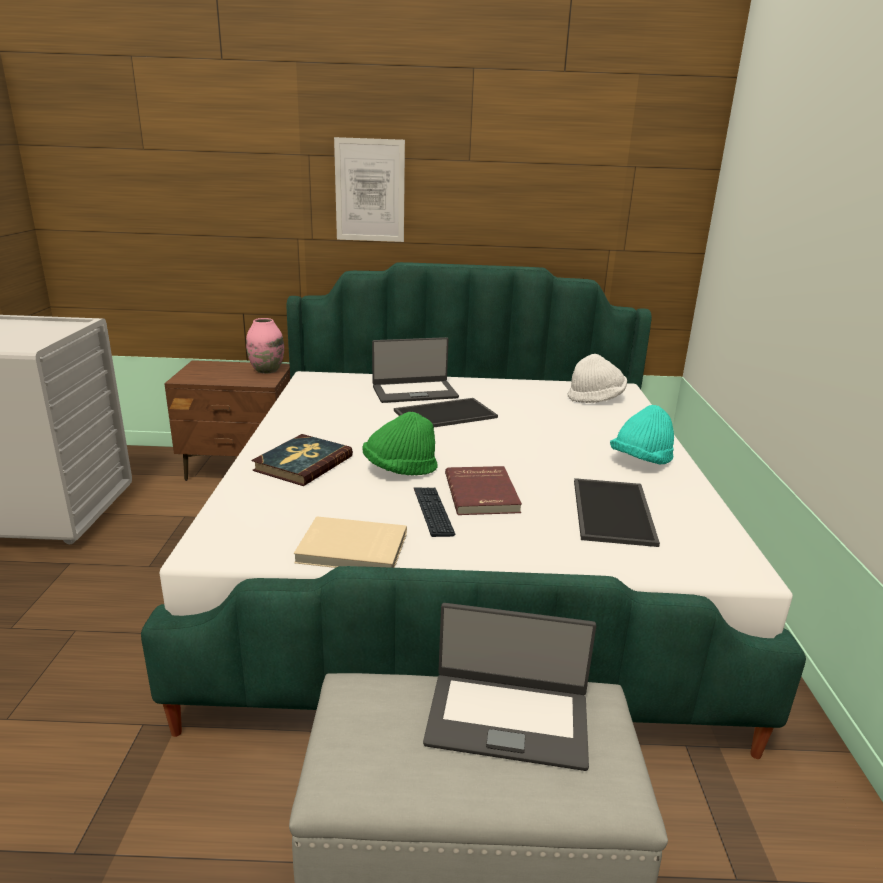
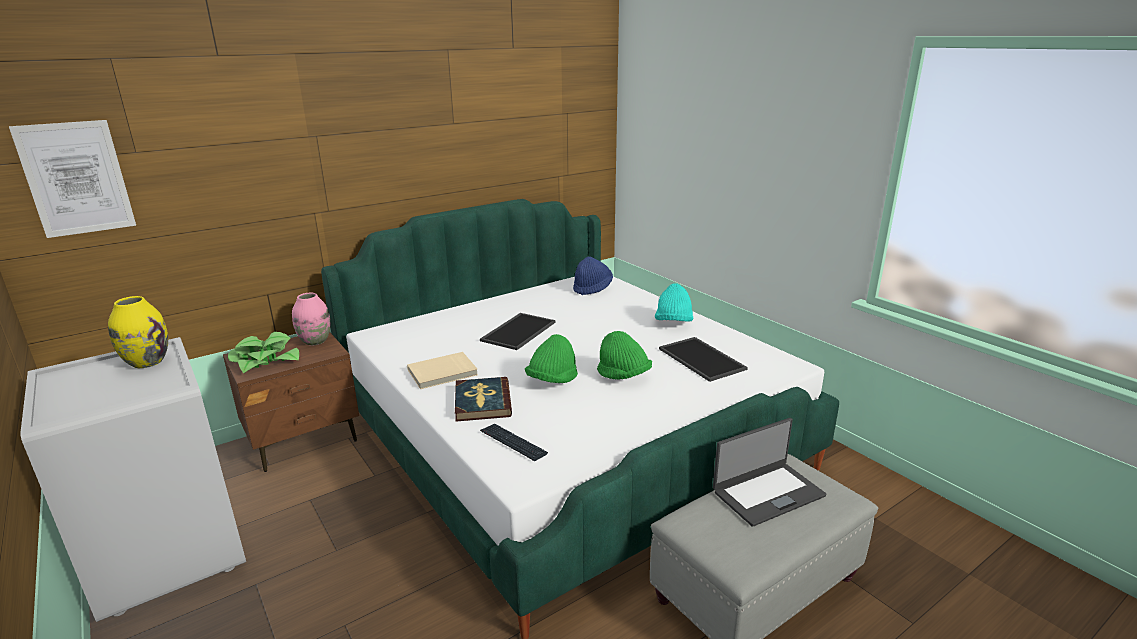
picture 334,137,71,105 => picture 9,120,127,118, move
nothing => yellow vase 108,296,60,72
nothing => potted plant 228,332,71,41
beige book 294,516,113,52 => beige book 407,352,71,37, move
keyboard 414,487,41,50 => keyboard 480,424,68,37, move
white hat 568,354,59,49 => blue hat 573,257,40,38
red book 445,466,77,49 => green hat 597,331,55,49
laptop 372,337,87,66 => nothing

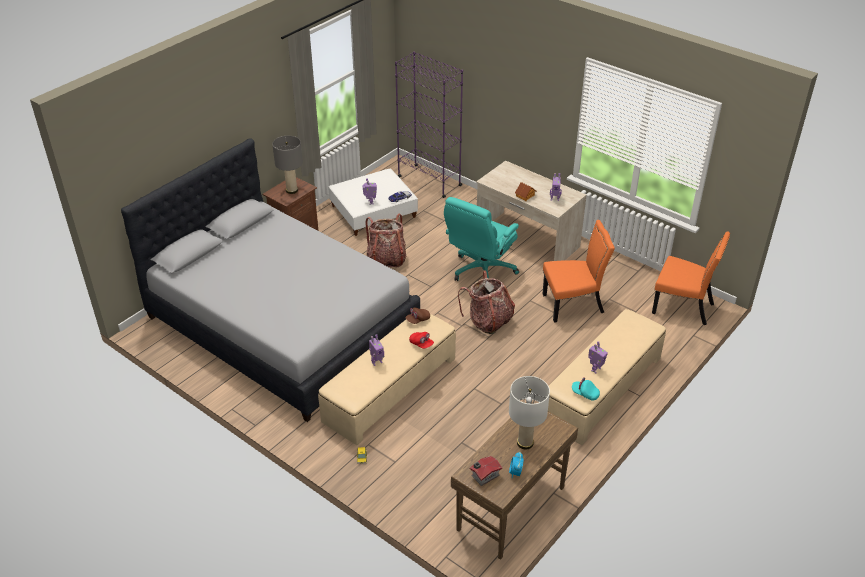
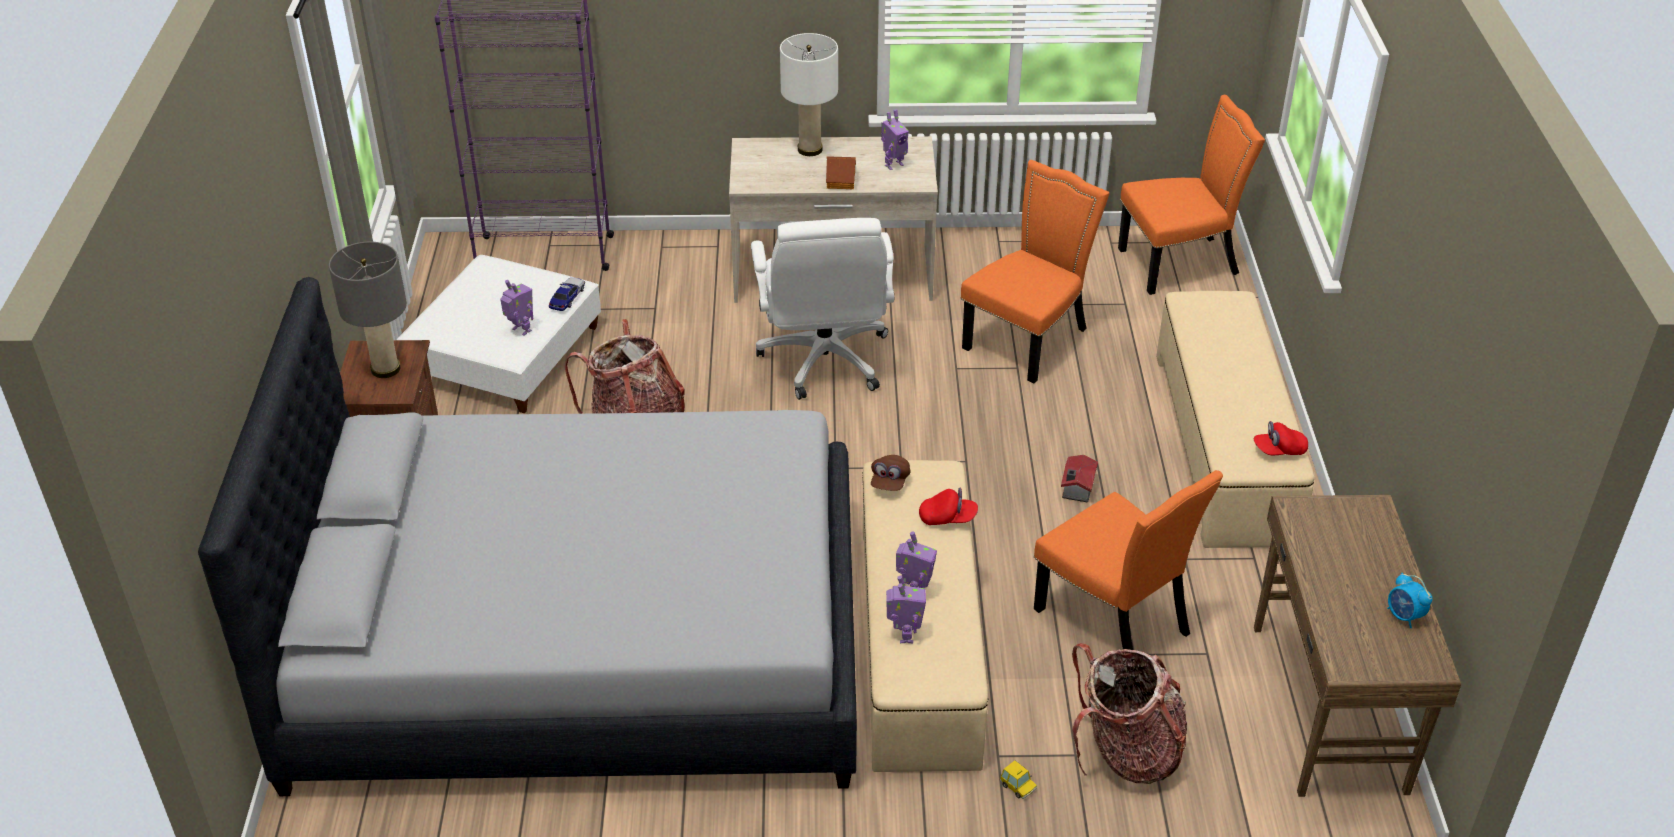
turquoise office chair 444,197,75,84 => white office chair 751,218,143,182
white table lamp 509,376,41,73 => white table lamp 780,33,58,123, move
toy robot 588,341,20,32 => toy robot 886,576,40,67, move
nothing => orange chair 1034,470,189,180
toy house 470,456,32,30 => toy house 1061,455,37,48, move
backpack 458,270,57,64 => backpack 1072,643,115,141, move
turquoise cap 572,377,28,24 => red cap 1254,421,54,34

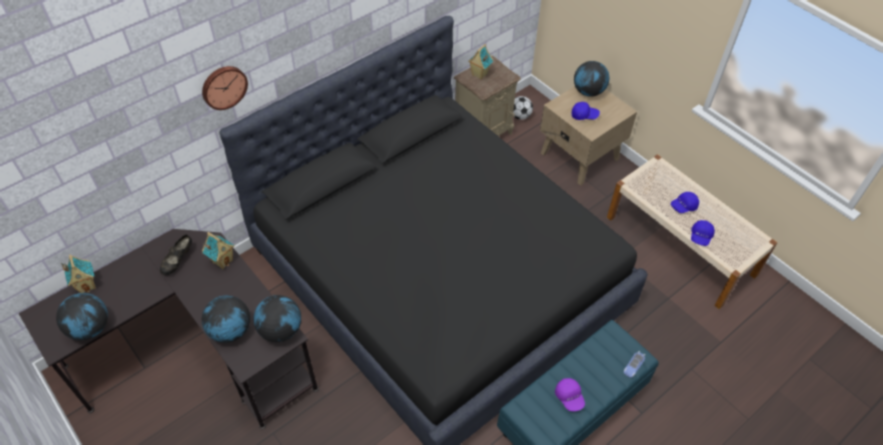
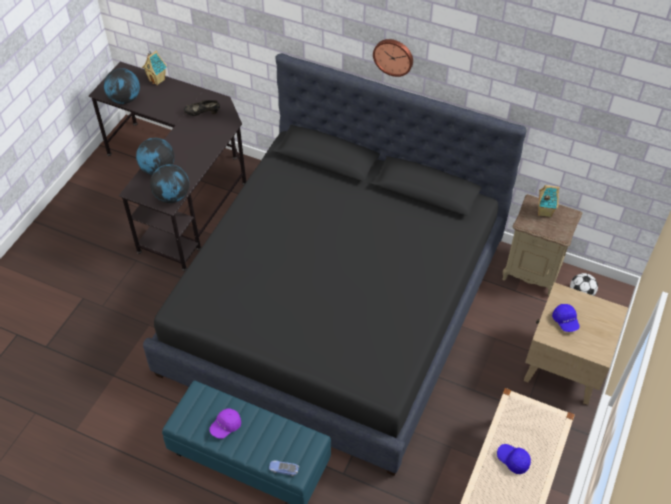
wall clock 202,66,46,44 => wall clock 373,39,40,38, move
toy house 202,232,32,37 => nothing
globe 574,61,36,36 => nothing
blue cap 691,220,24,26 => nothing

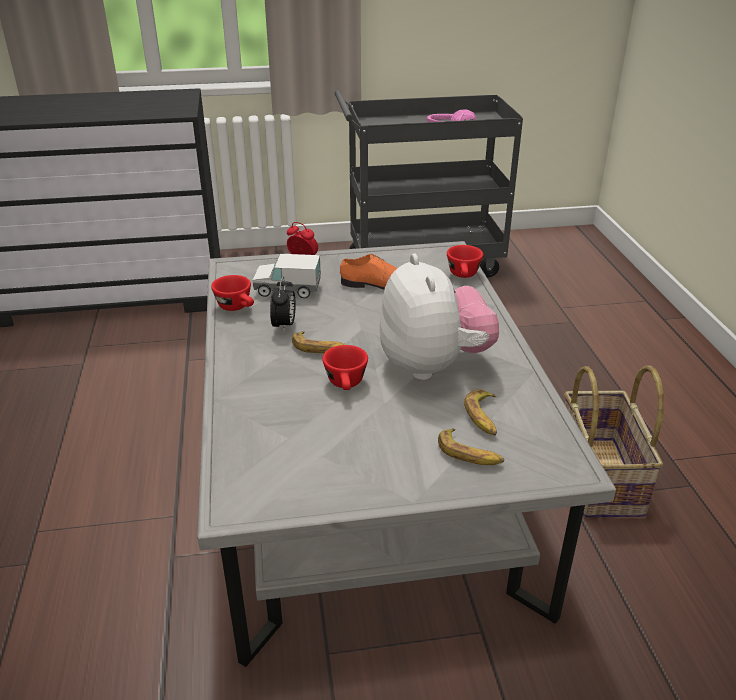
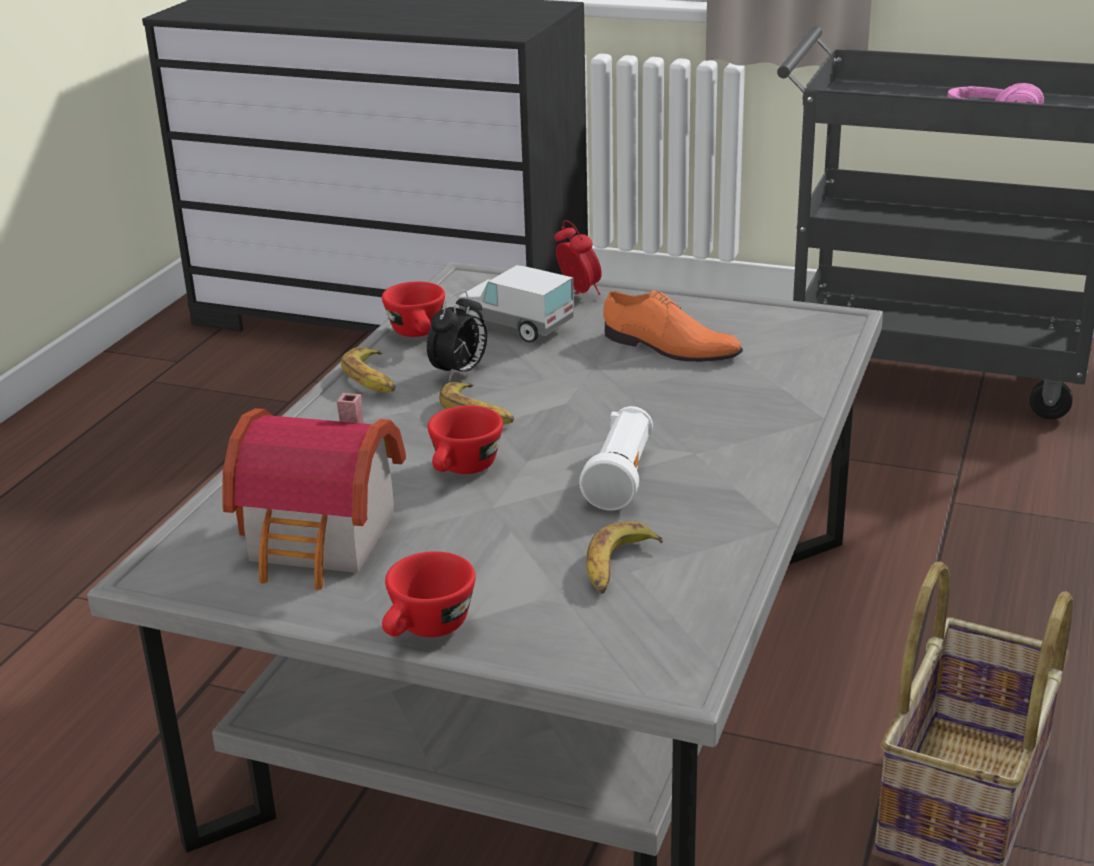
nothing => toy house 222,393,184,197
banana 438,428,66,37 => banana 341,347,54,45, move
red cup 447,245,36,33 => red cup 382,551,94,86, move
plush toy 379,253,120,127 => white flashlight 579,406,74,105

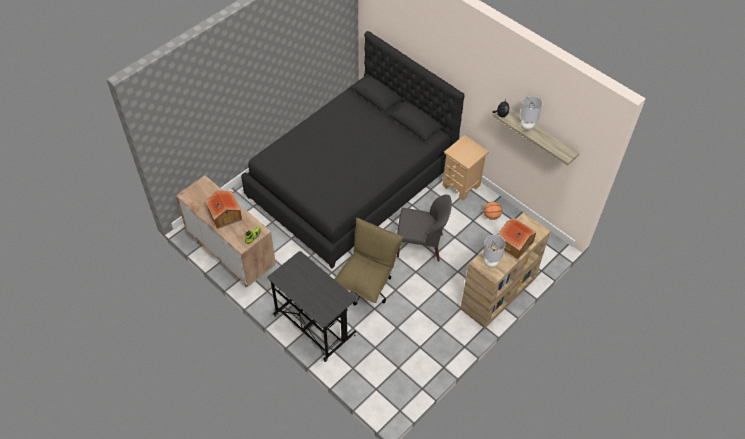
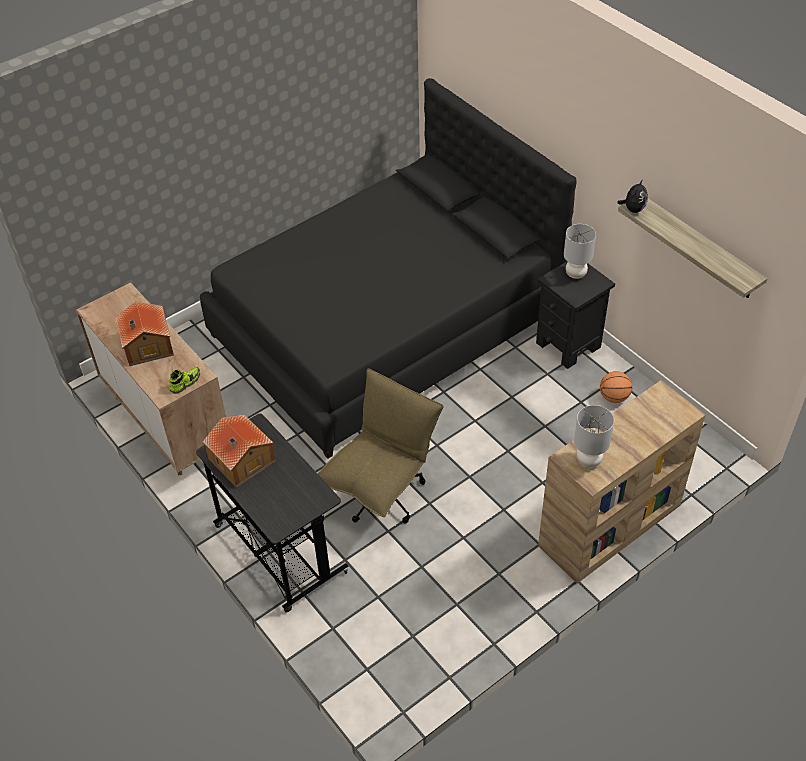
toy house 498,218,39,41 => toy house 202,415,74,73, move
beige nightstand 442,135,47,66 => black nightstand 536,261,79,108
grey table lamp 520,96,22,35 => grey table lamp 564,224,32,55, move
grey chair 397,194,55,67 => nothing

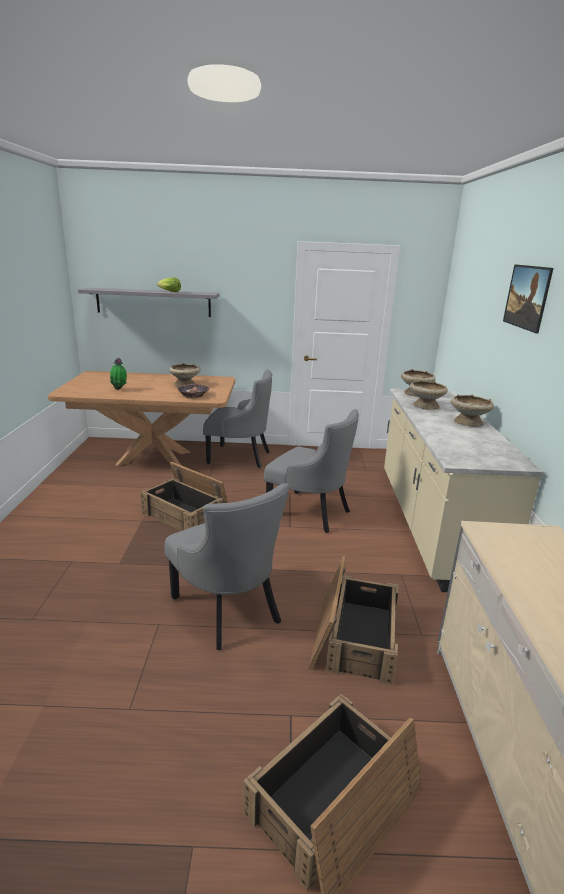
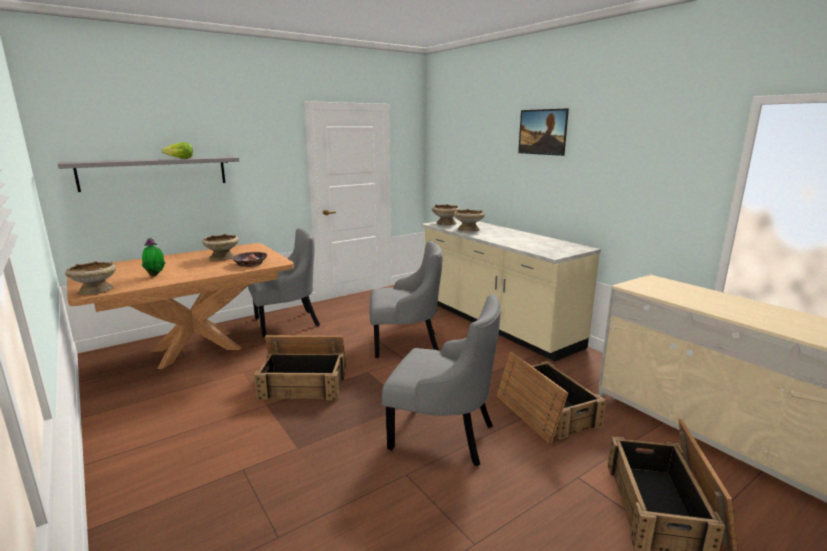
beige bowl 451,394,43,33 => beige bowl 65,261,52,33, move

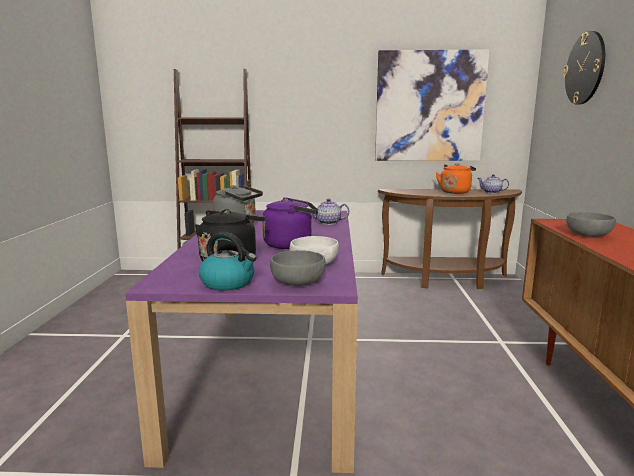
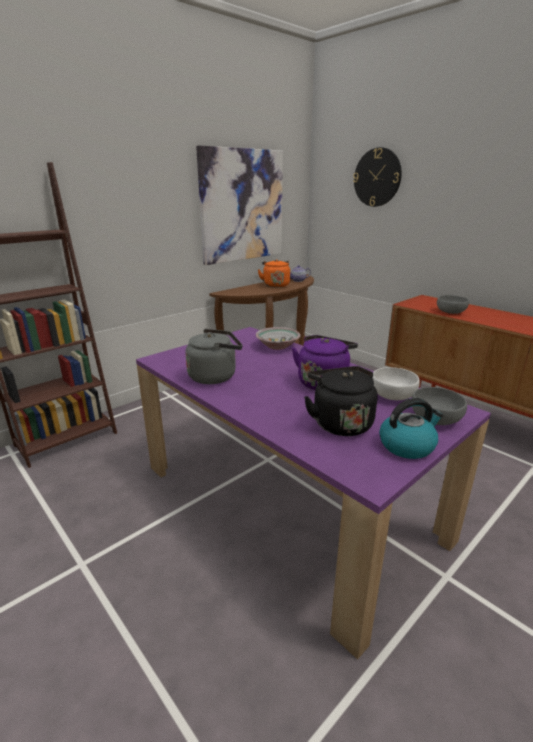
teapot 312,199,37,26 => bowl 256,327,44,23

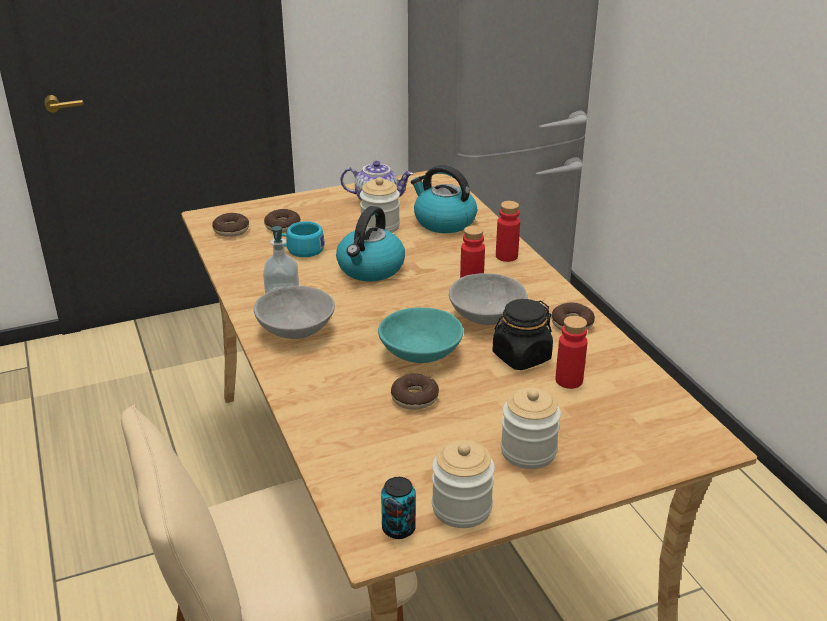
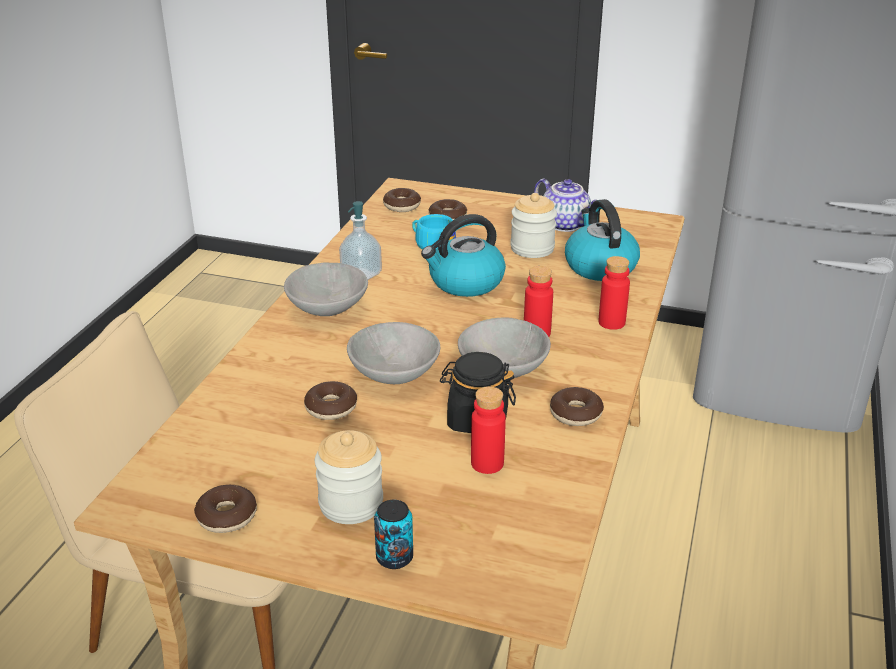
jar 432,440,63,88 => donut 194,485,63,48
turquoise bowl 378,307,85,56 => grey bowl 347,322,93,62
can 381,477,35,62 => can 374,500,39,69, move

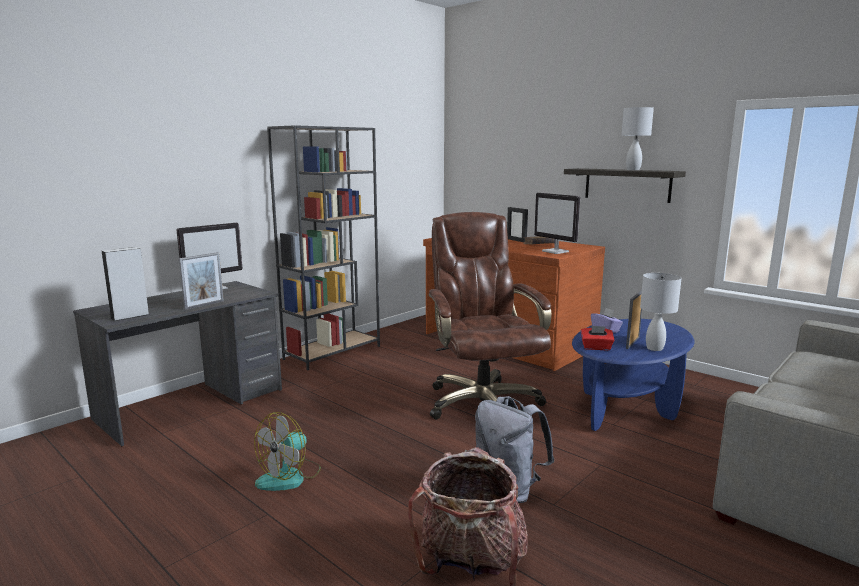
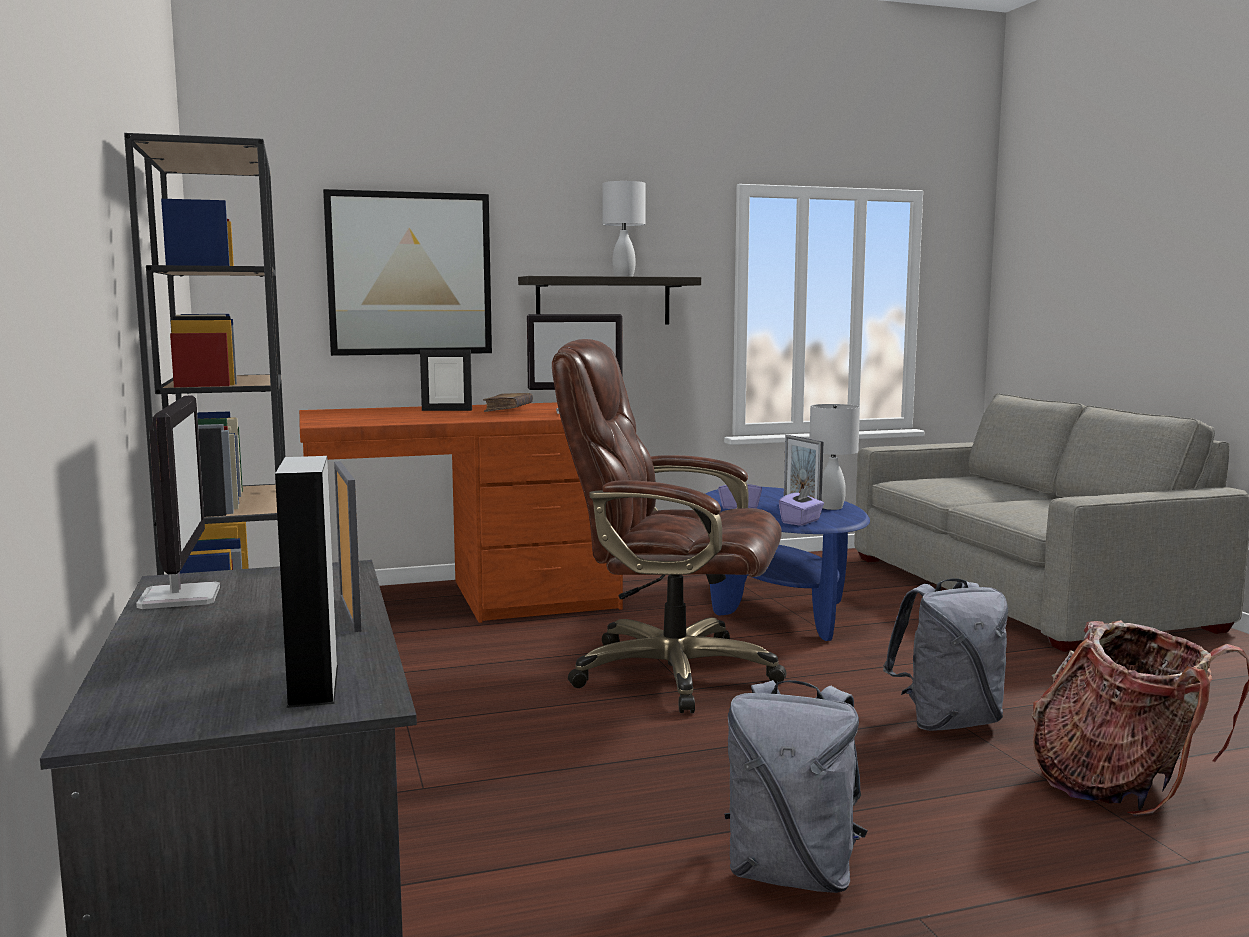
nothing => picture 323,189,169,167
fan 254,412,67,79 => grey backpack 724,680,144,213
red tissue box 581,326,33,24 => purple tissue box 779,487,45,39

